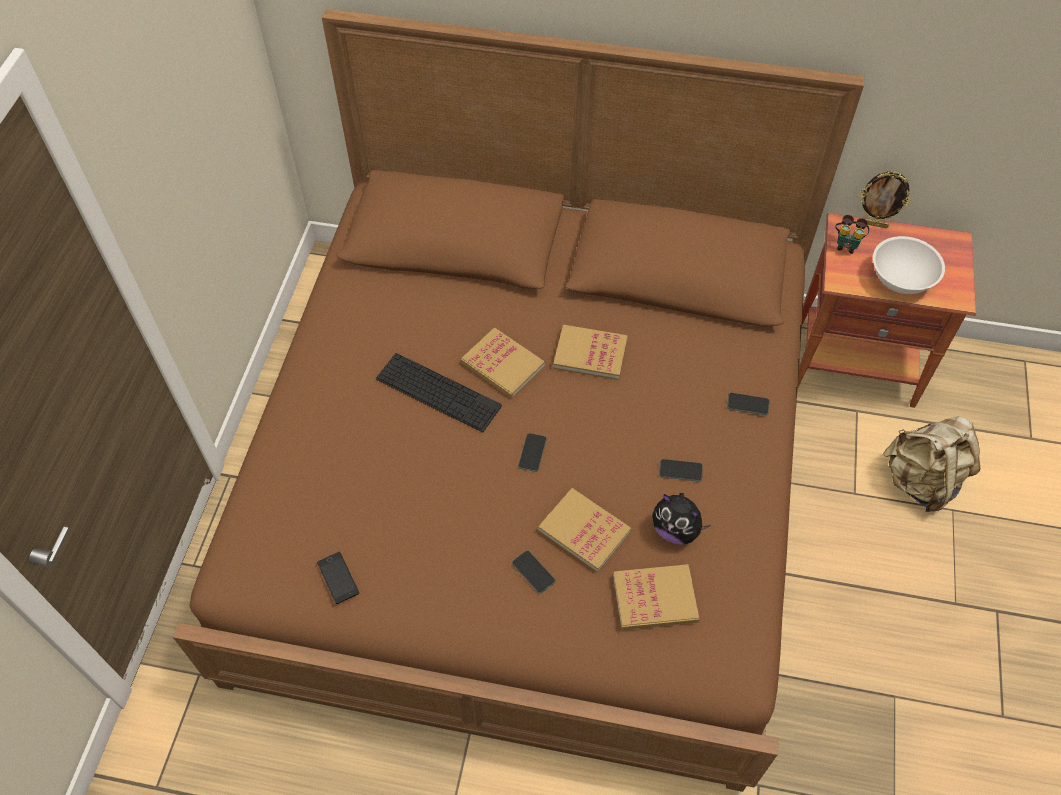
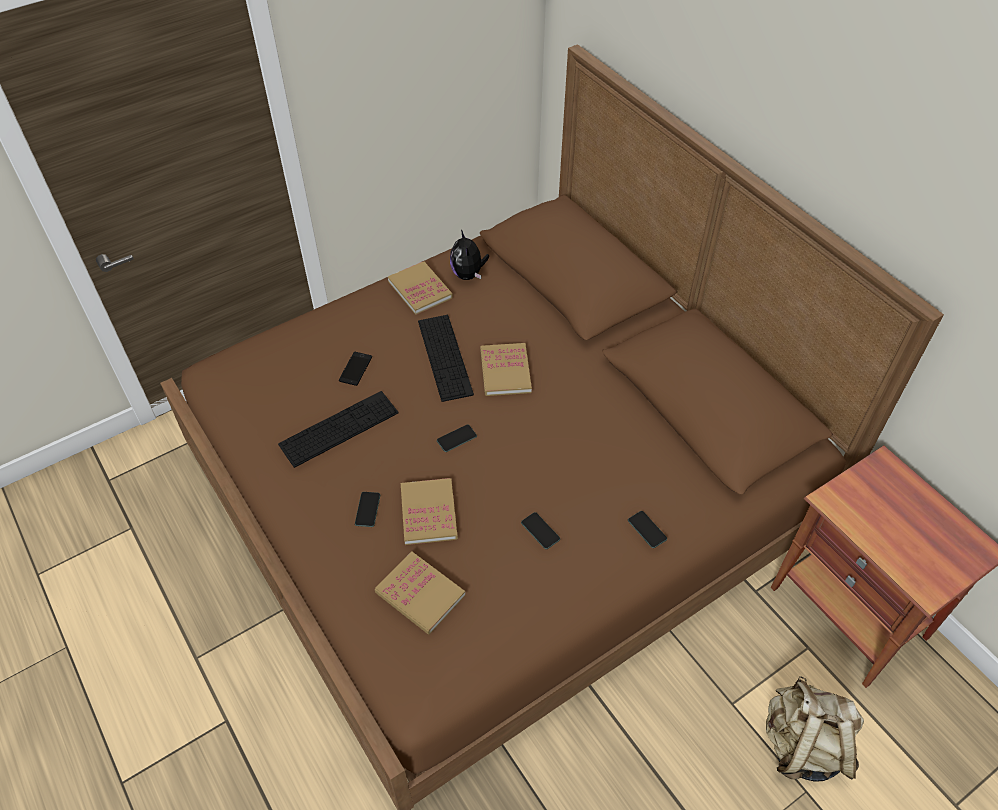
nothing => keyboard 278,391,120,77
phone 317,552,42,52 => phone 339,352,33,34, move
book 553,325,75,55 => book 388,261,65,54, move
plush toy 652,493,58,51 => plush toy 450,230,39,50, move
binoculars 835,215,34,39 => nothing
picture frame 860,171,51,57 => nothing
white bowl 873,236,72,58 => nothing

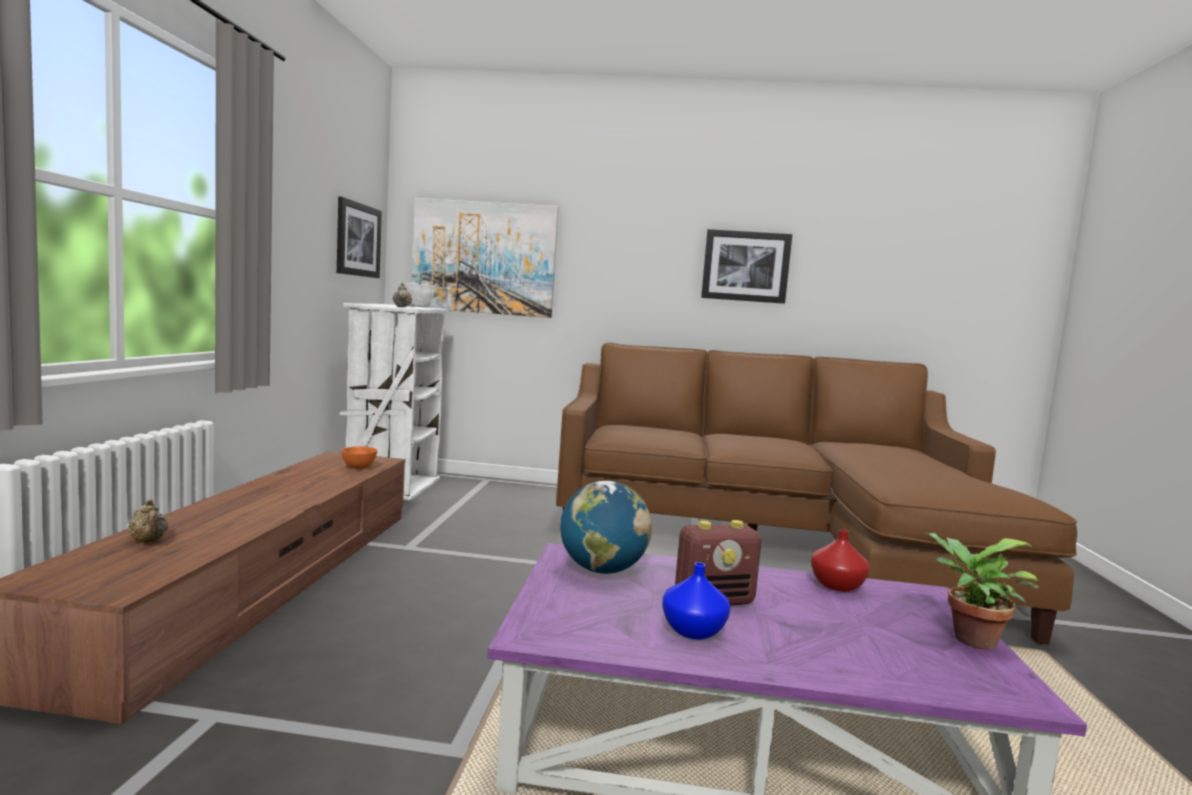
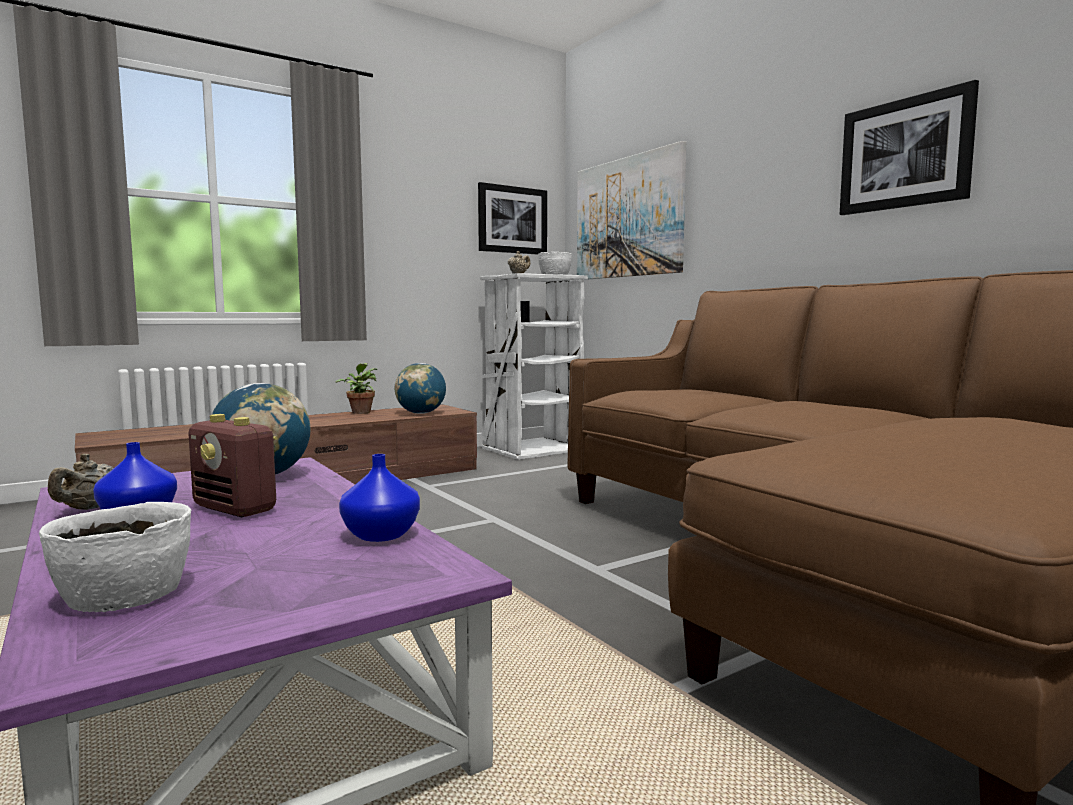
nothing => white bowl 39,502,152,110
beige teapot 128,499,40,44 => beige teapot 48,454,66,56, move
potted plant 924,533,115,117 => potted plant 335,363,42,51, move
red vase 811,529,59,63 => blue vase 339,454,81,88
orange bowl 341,446,37,23 => globe 395,363,51,51

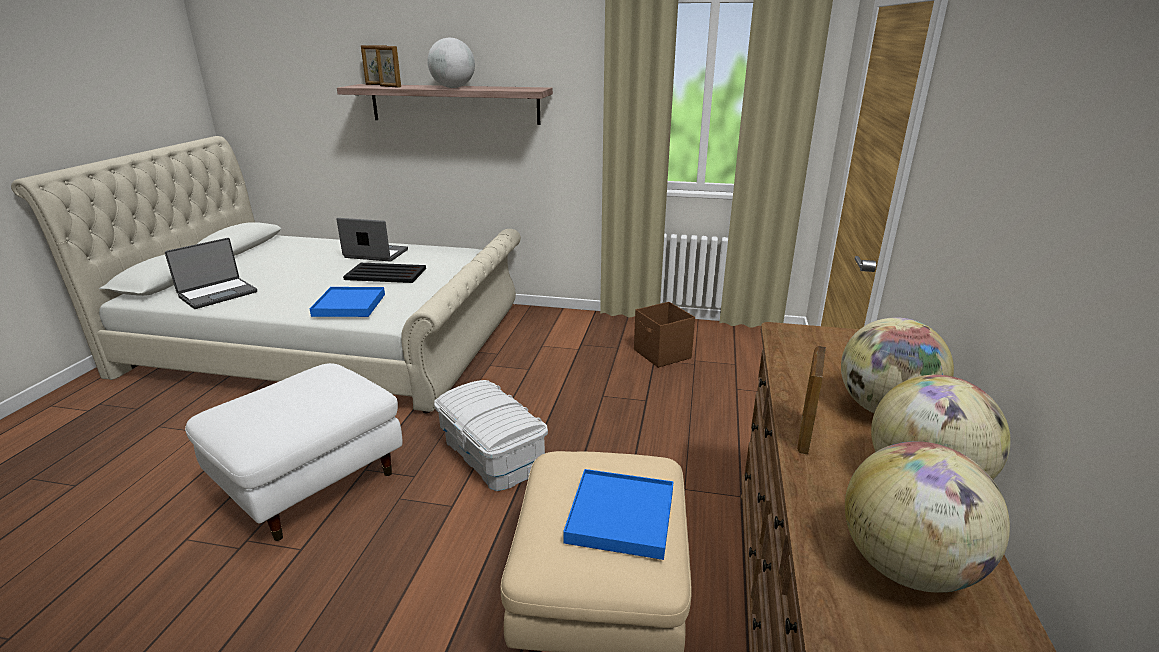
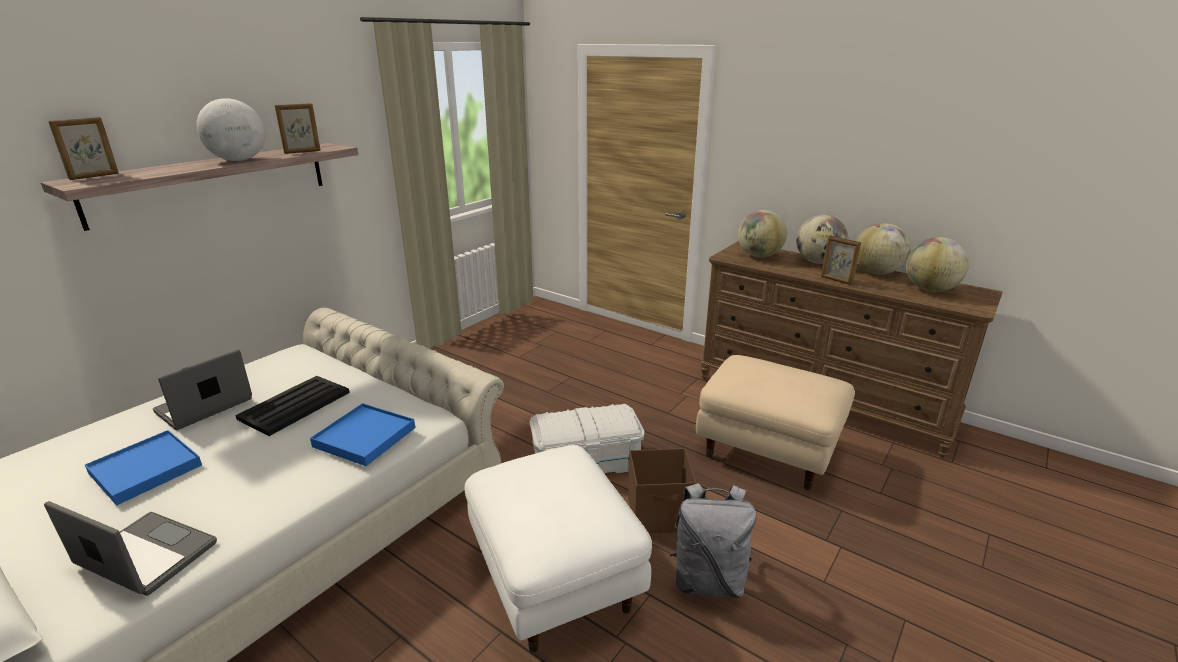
laptop 165,238,92,71 => laptop 44,501,173,95, 45 degrees counterclockwise
blue tray 563,469,110,91 => blue tray 85,430,117,76, move
picture frame 375,46,26,42 => picture frame 275,103,46,51, move
brown storage box 634,302,61,66 => brown storage box 628,448,69,85, move
nothing => grey backpack 670,483,86,115
nothing => globe 738,210,49,48

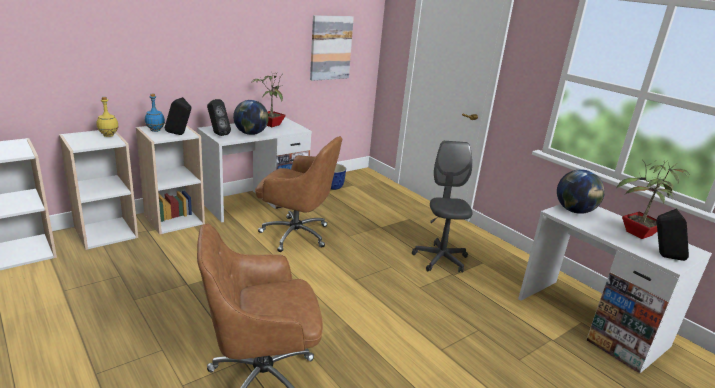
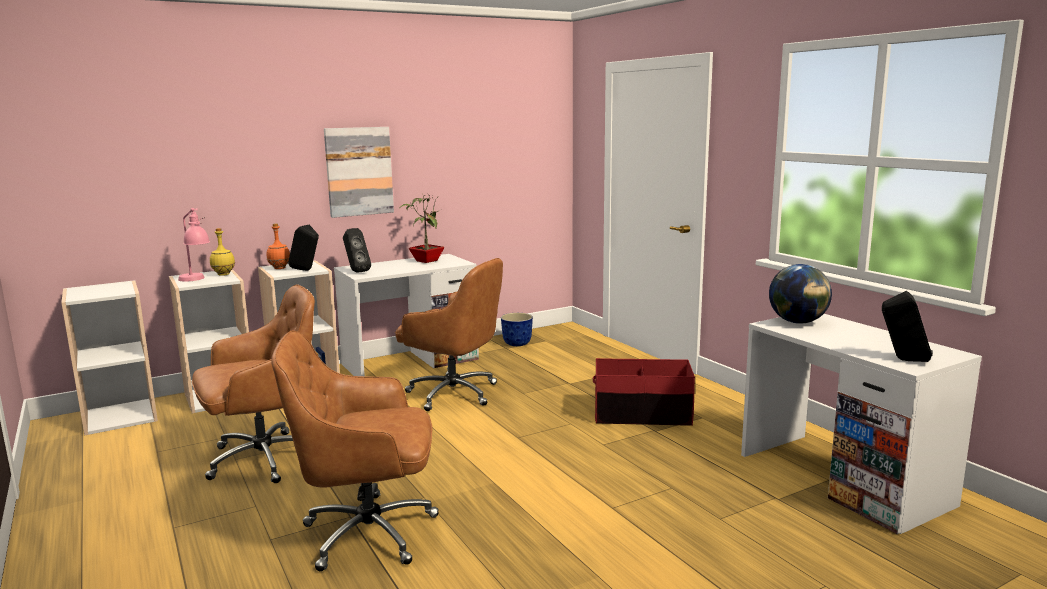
nothing => pink table lamp 178,208,32,74
nothing => brown office chair 192,284,123,199
blue bottle 145,94,20,38 => orange bottle 267,223,23,46
picture 310,15,44,66 => picture 324,127,70,91, move
grey office chair 412,141,60,132 => red storage box 593,358,102,68
globe 233,100,36,35 => nothing
potted plant 616,161,74,78 => nothing

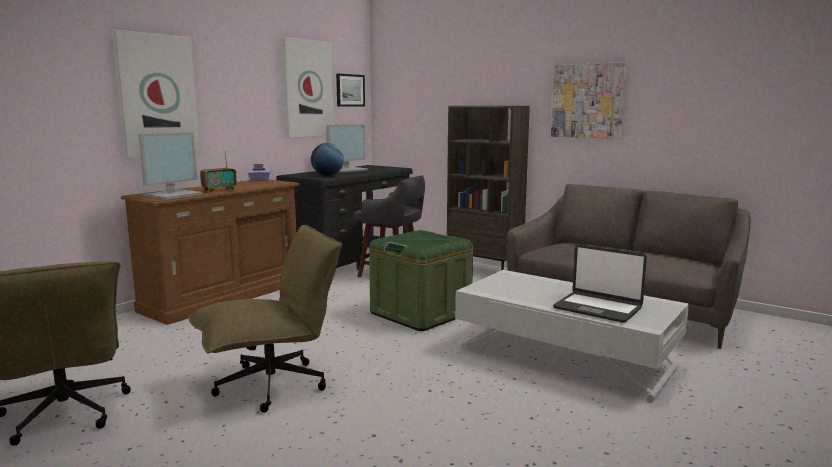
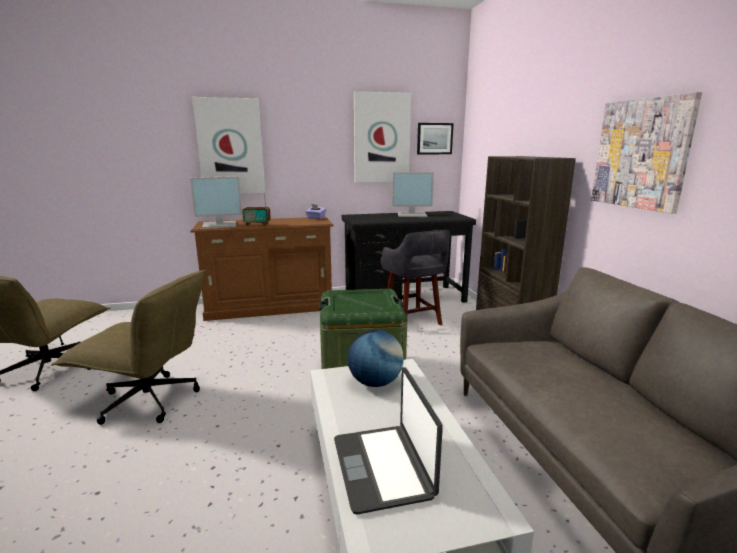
globe 311,143,33,33 => globe 347,330,56,57, move

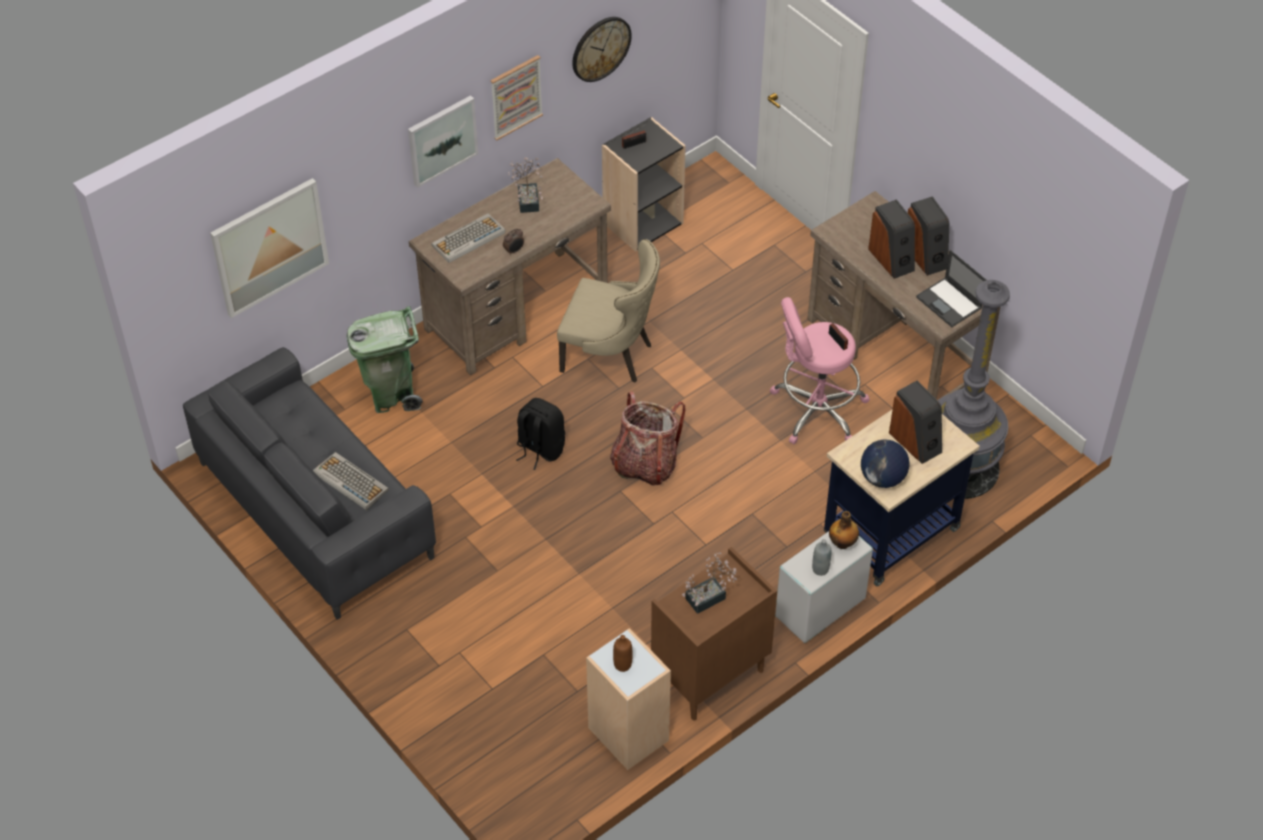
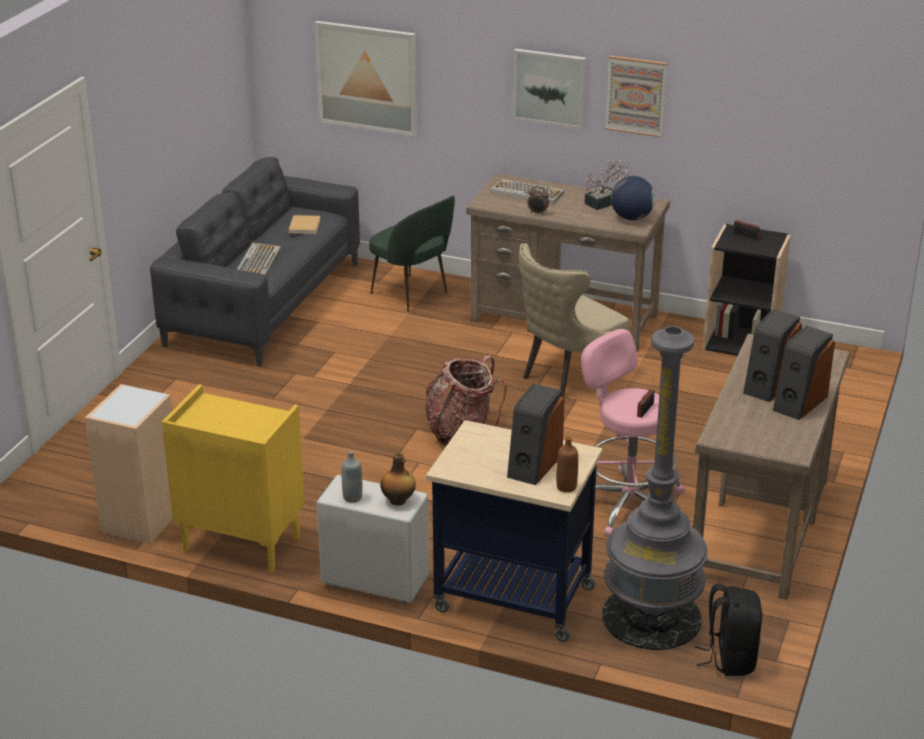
brown cabinet 651,547,126,174 => yellow cabinet 162,384,143,189
nothing => beige book 288,215,33,19
green trash can 347,306,76,107 => green chair 369,196,86,116
beige chair 557,239,103,144 => beige chair 519,243,110,155, 60 degrees clockwise
brown bottle 613,635,19,37 => brown bottle 556,437,22,55, move
globe 861,440,48,48 => globe 611,176,44,44, move
black backpack 516,398,49,72 => black backpack 695,584,67,92, move
wall clock 572,17,60,65 => nothing
potted plant 682,552,55,62 => nothing
laptop 916,250,70,77 => nothing

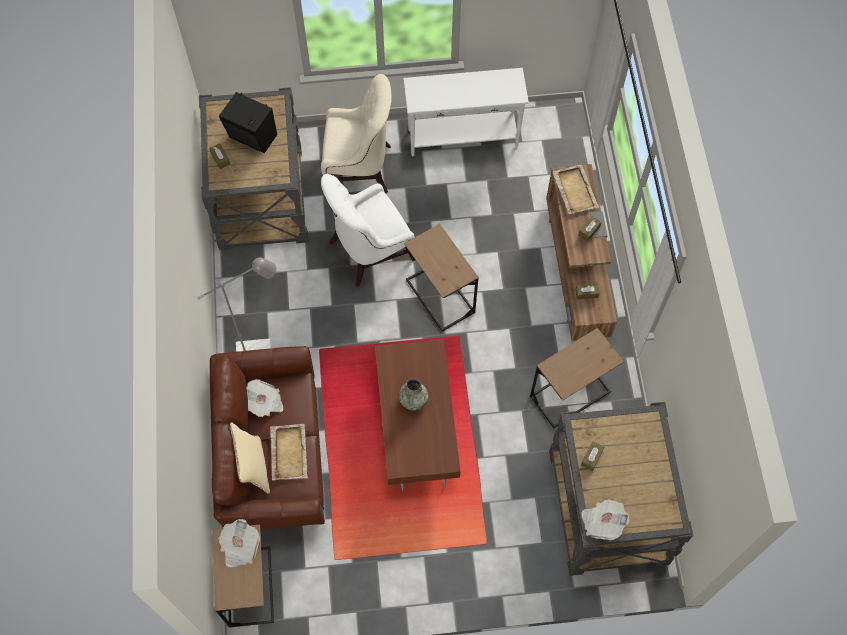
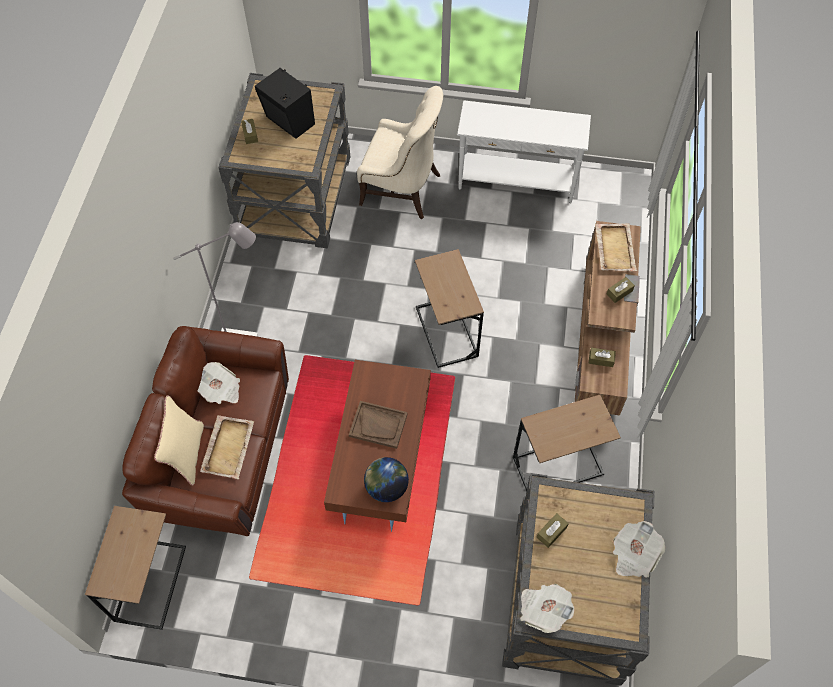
grey vase 398,378,31,33 => brown tray 349,401,59,48
nothing => globe 364,457,45,45
newspaper 218,519,42,49 => newspaper 613,521,52,57, move
white armchair 321,174,94,113 => nothing

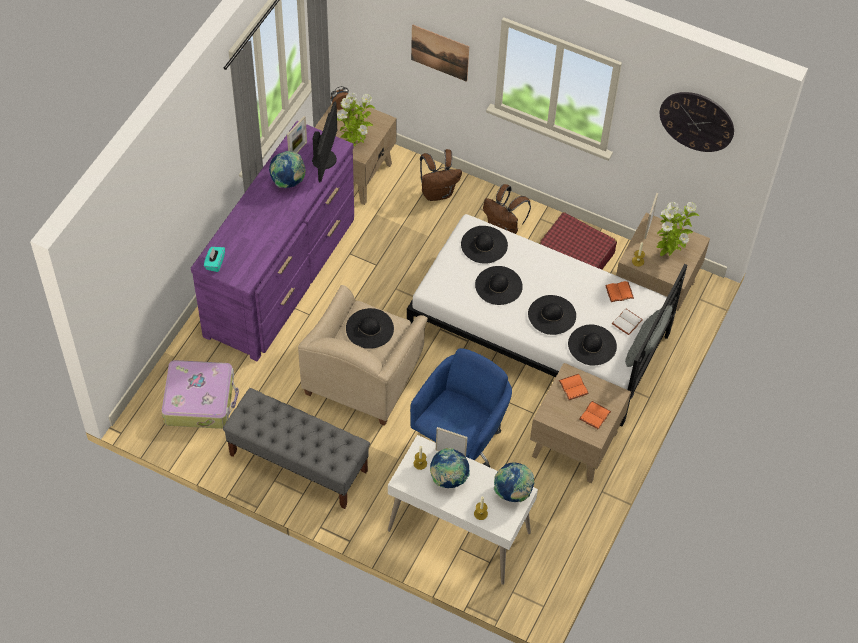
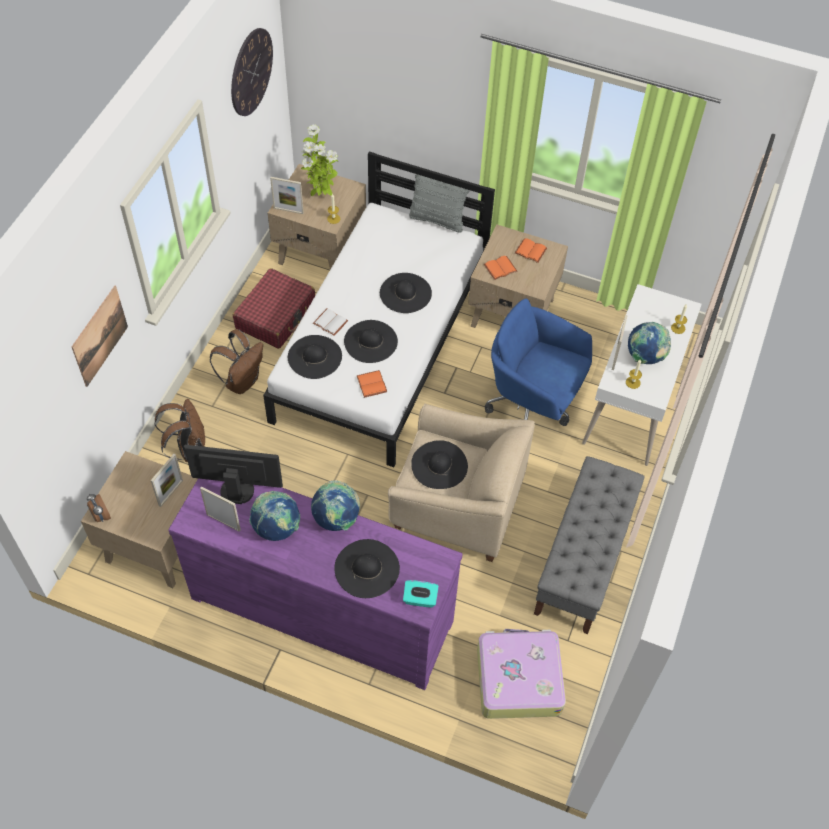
potted plant 337,93,38,53 => picture frame 151,454,32,53
globe 494,463,40,39 => globe 311,480,49,51, move
white book 612,309,31,26 => white book 313,309,35,27, move
black hat 568,324,49,41 => black hat 334,539,66,59, move
orange book 605,281,29,21 => orange book 357,370,30,28, move

